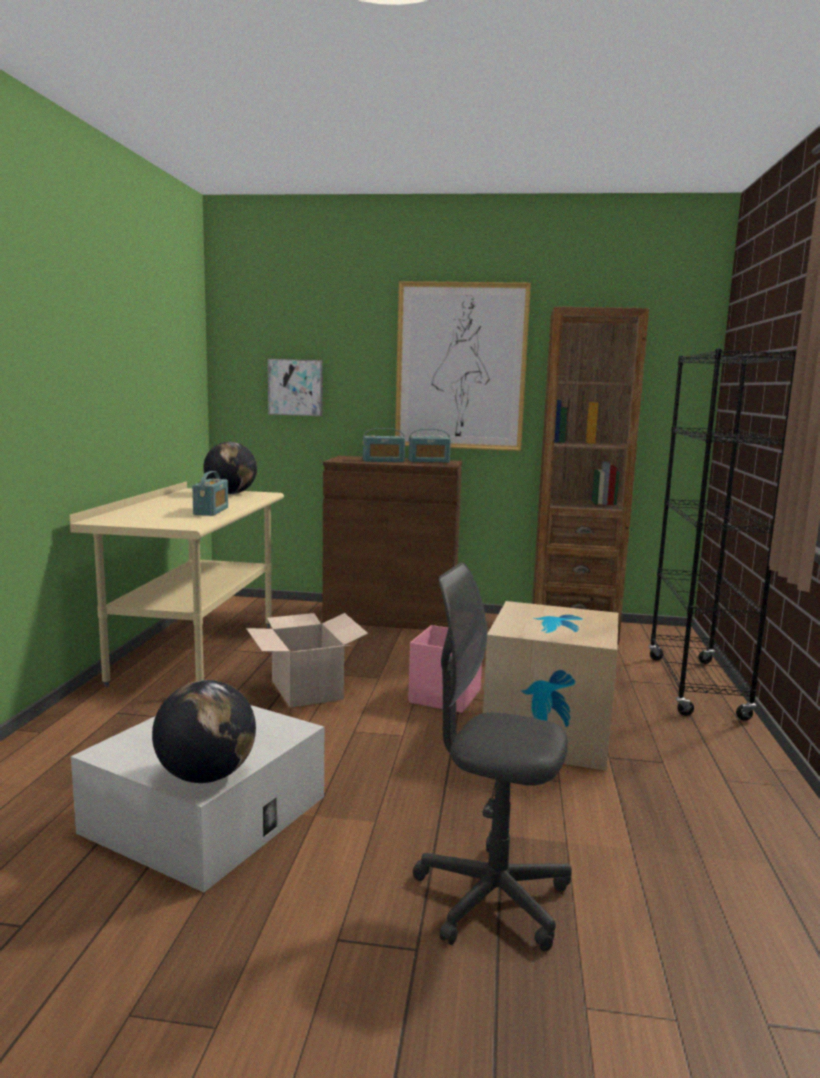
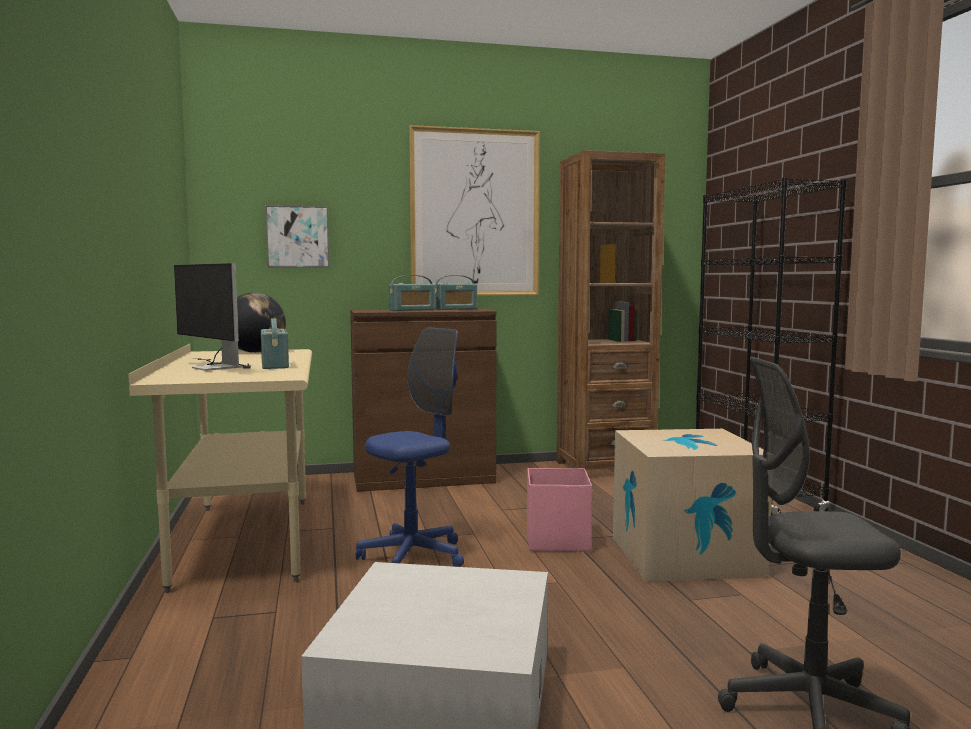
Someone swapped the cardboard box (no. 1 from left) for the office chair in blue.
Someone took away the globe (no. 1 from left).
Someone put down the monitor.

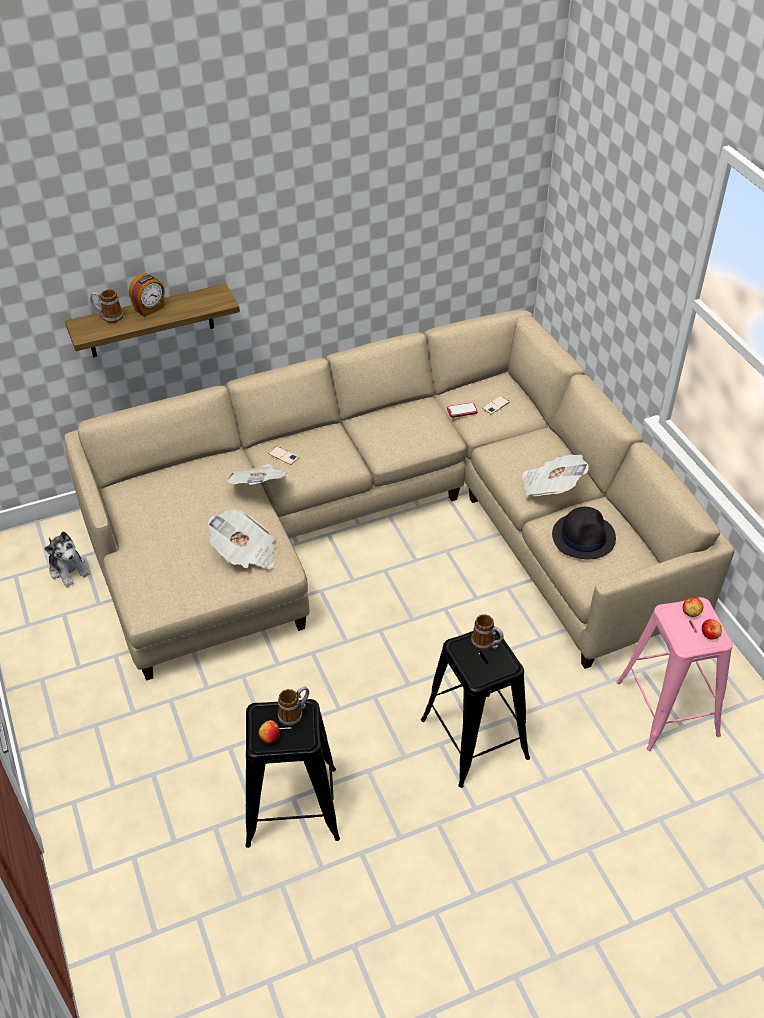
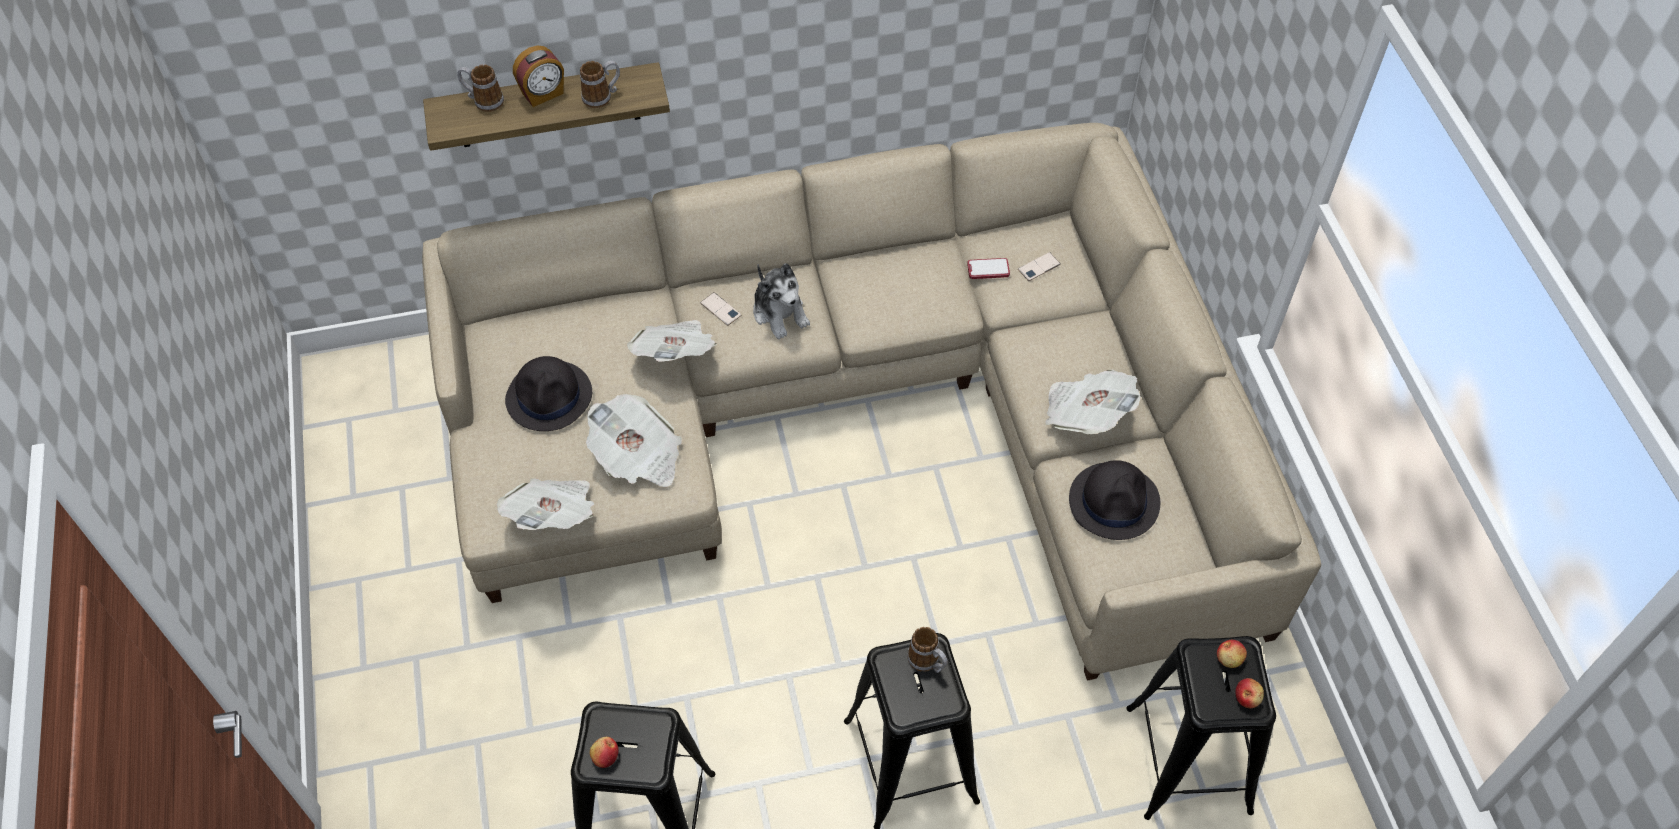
Someone carried the plush toy.
Someone repainted the stool in pink, which became the stool in black (no. 3 from left).
Someone carried the mug (no. 2 from left).
Someone put down the hat in black (no. 1 from left).
Someone put down the newspaper (no. 1 from left).

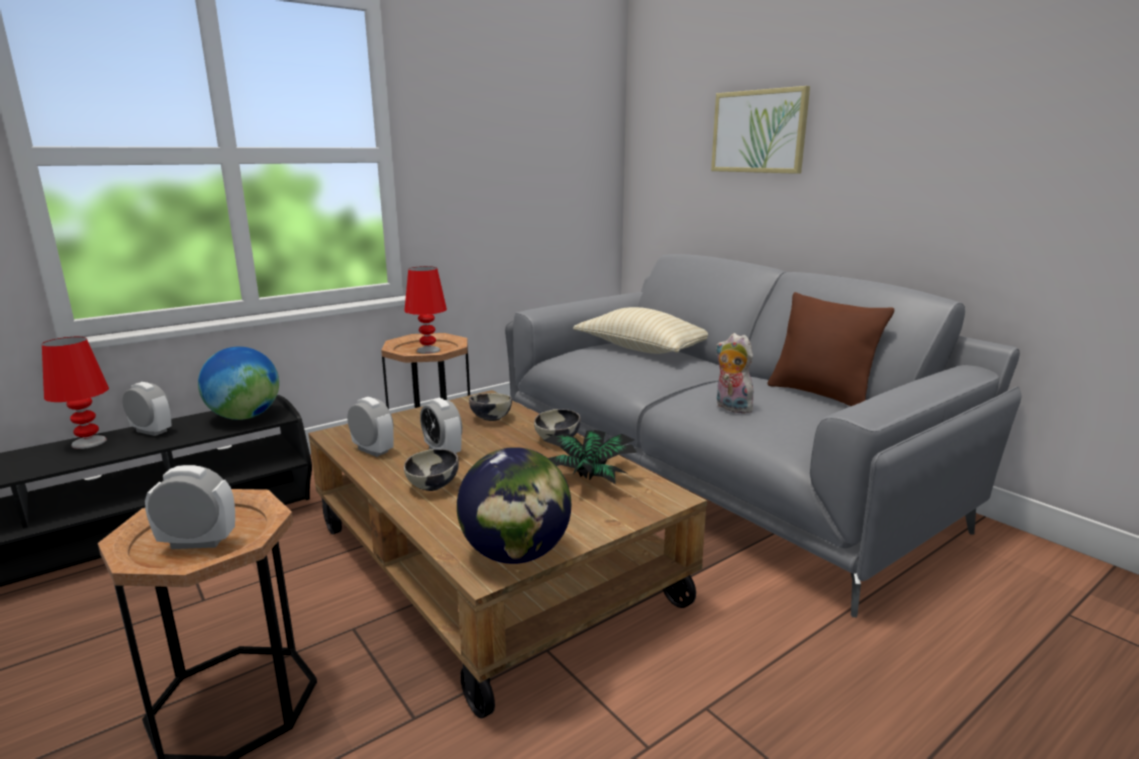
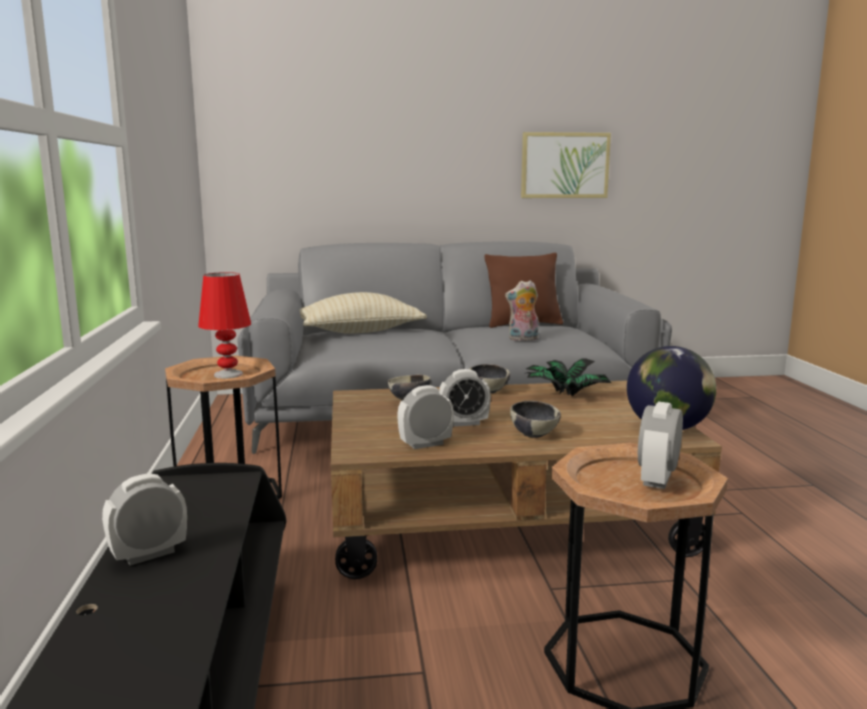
Someone carried the picture.
Someone took away the table lamp in red (no. 1 from left).
Someone took away the globe (no. 1 from left).

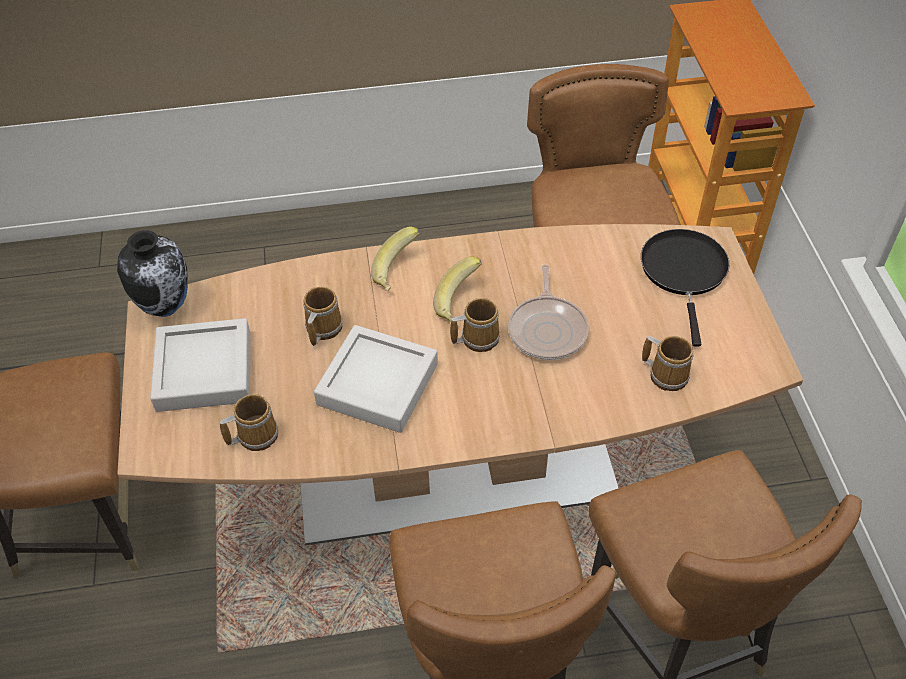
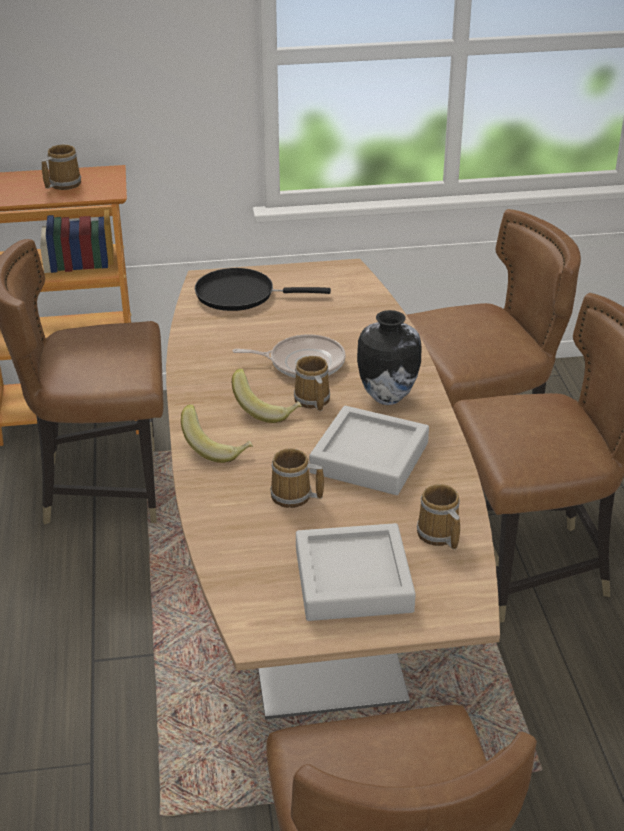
Someone carried the vase.
Someone carried the mug (no. 4 from left in the first image).

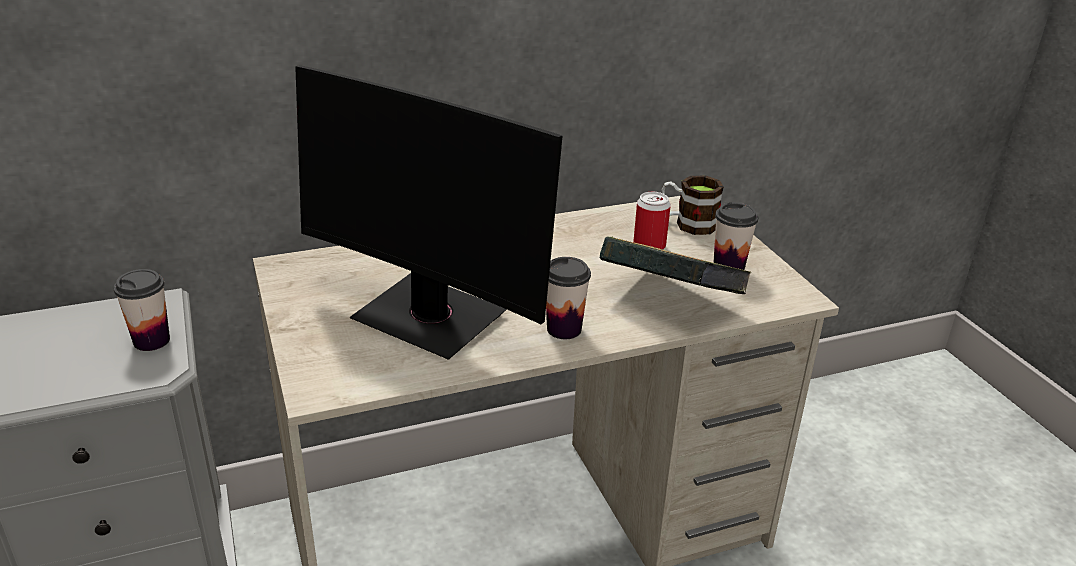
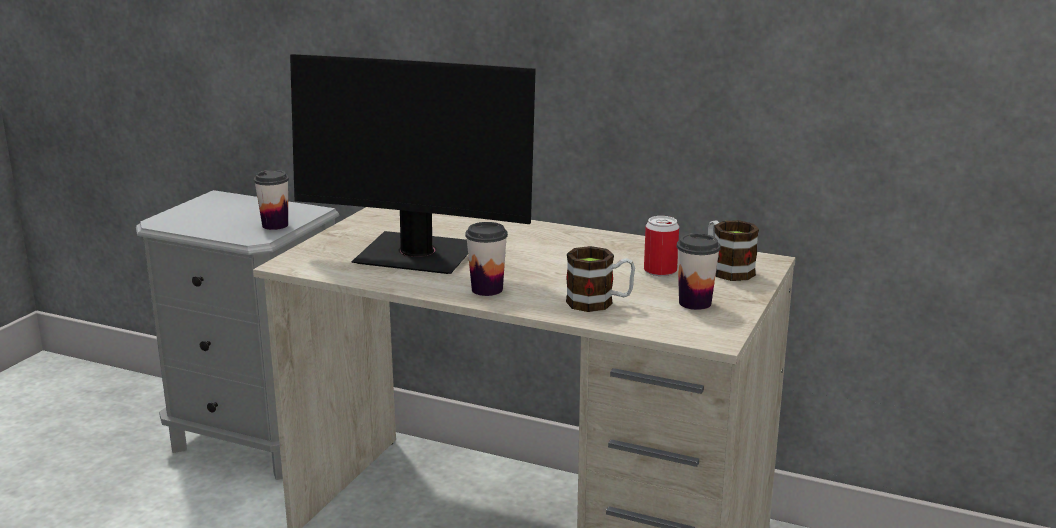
Someone rotated the monitor by 60 degrees counterclockwise.
Someone swapped the book for the mug (no. 1 from left).

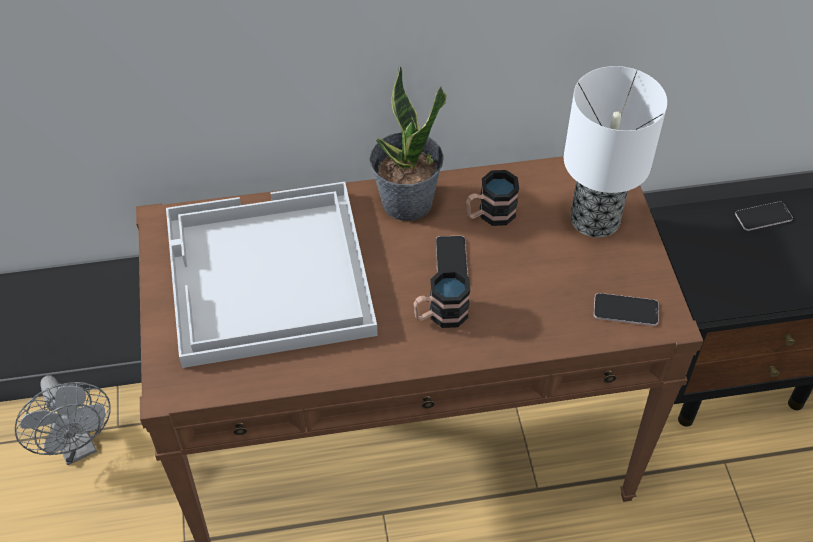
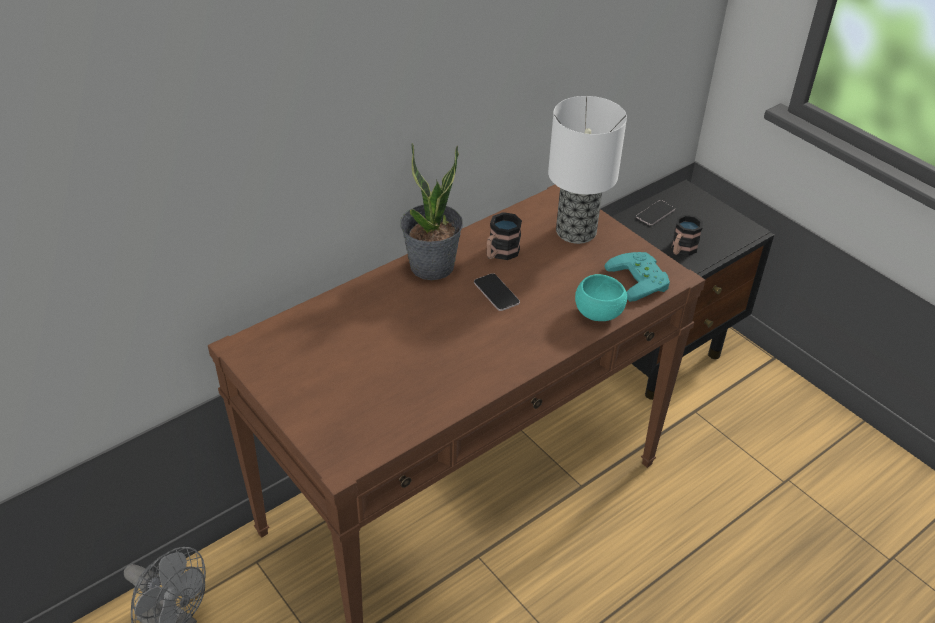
Someone took away the tray in white.
Someone carried the mug (no. 1 from left in the first image).
Someone swapped the phone (no. 2 from left) for the game controller in turquoise.
Someone put down the bowl in turquoise.

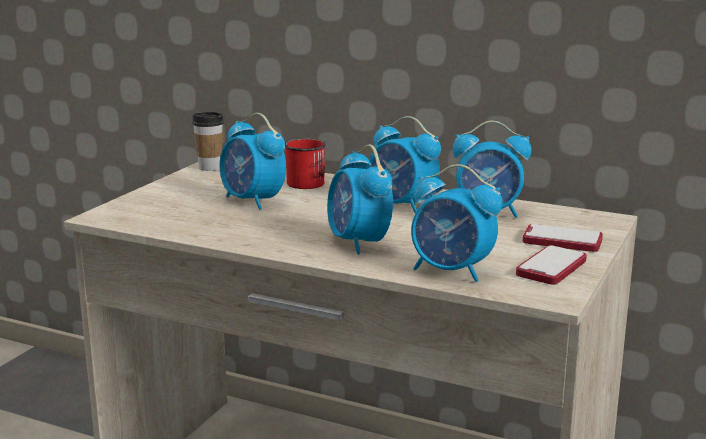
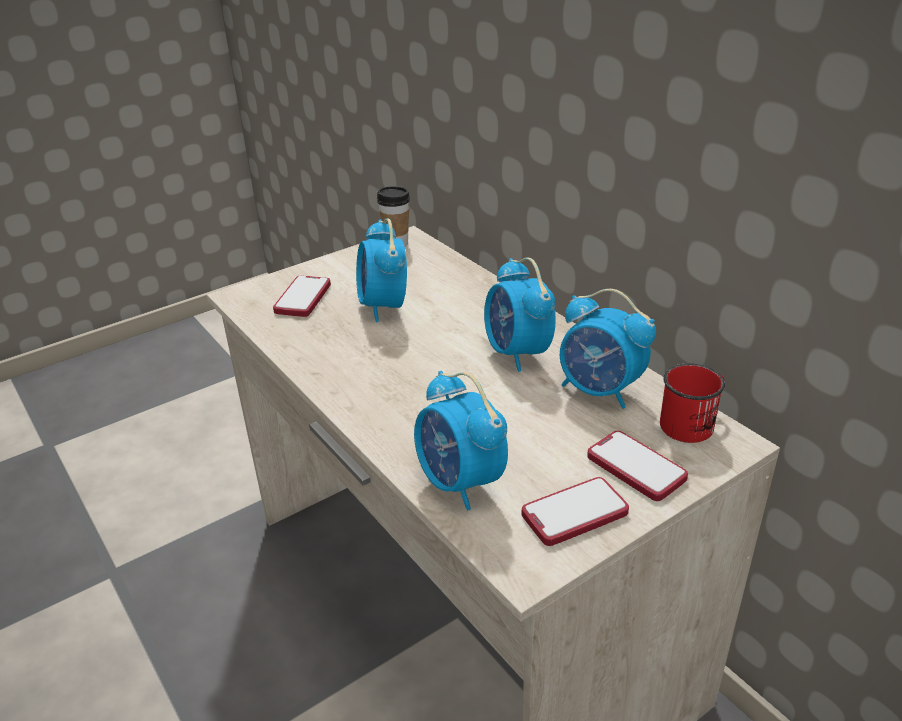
Someone carried the mug in red.
Someone took away the alarm clock (no. 2 from left).
Someone put down the phone (no. 1 from left).

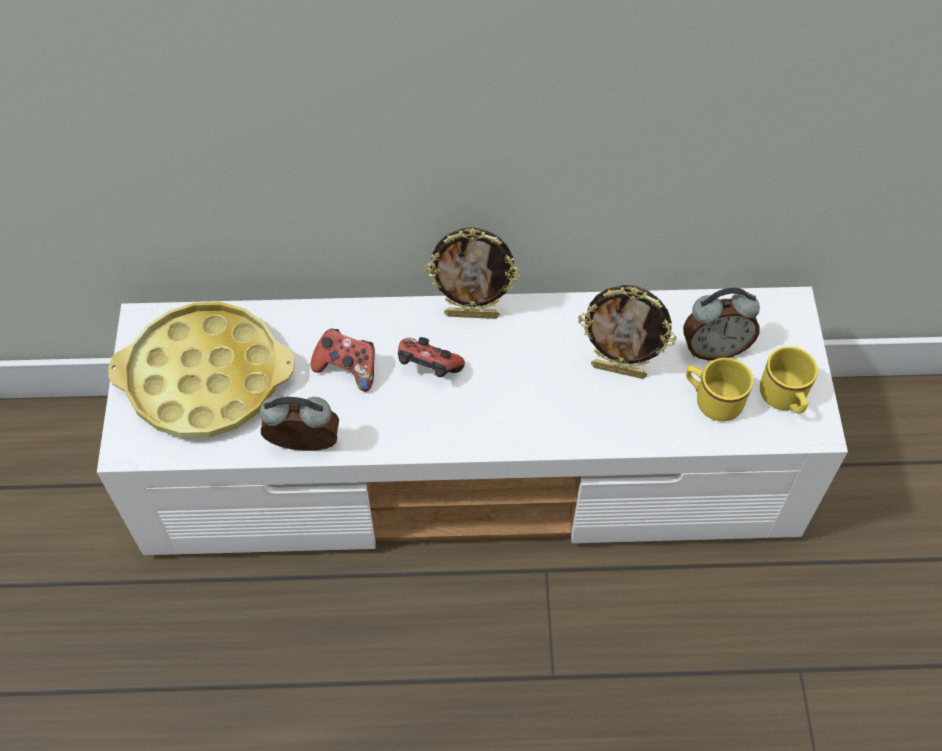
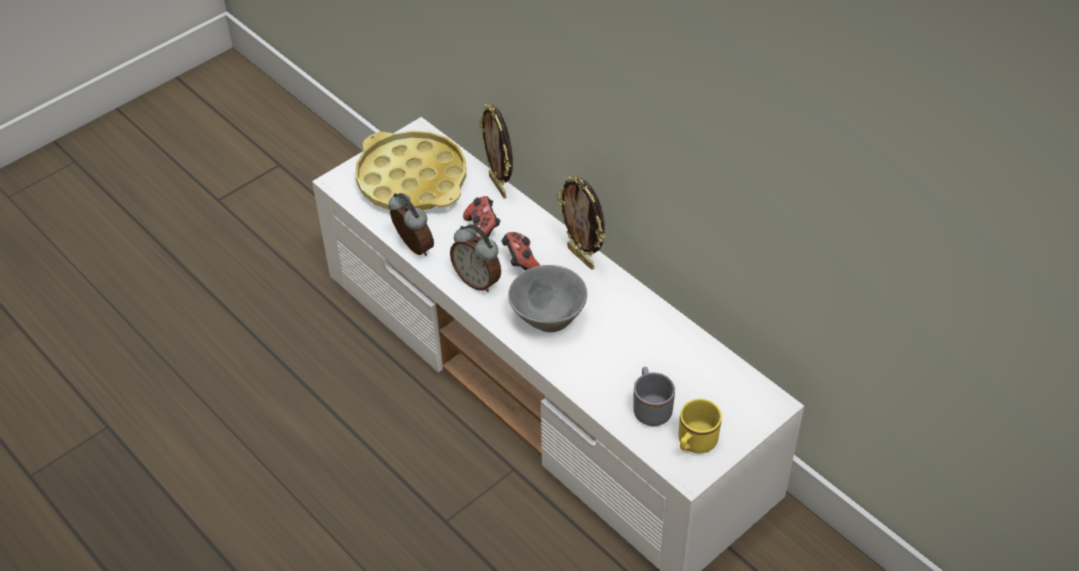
Someone carried the picture frame (no. 2 from left in the first image).
Someone carried the alarm clock (no. 2 from left).
Someone repainted the mug in yellow (no. 1 from left), which became the mug in grey.
Someone put down the bowl in grey.

